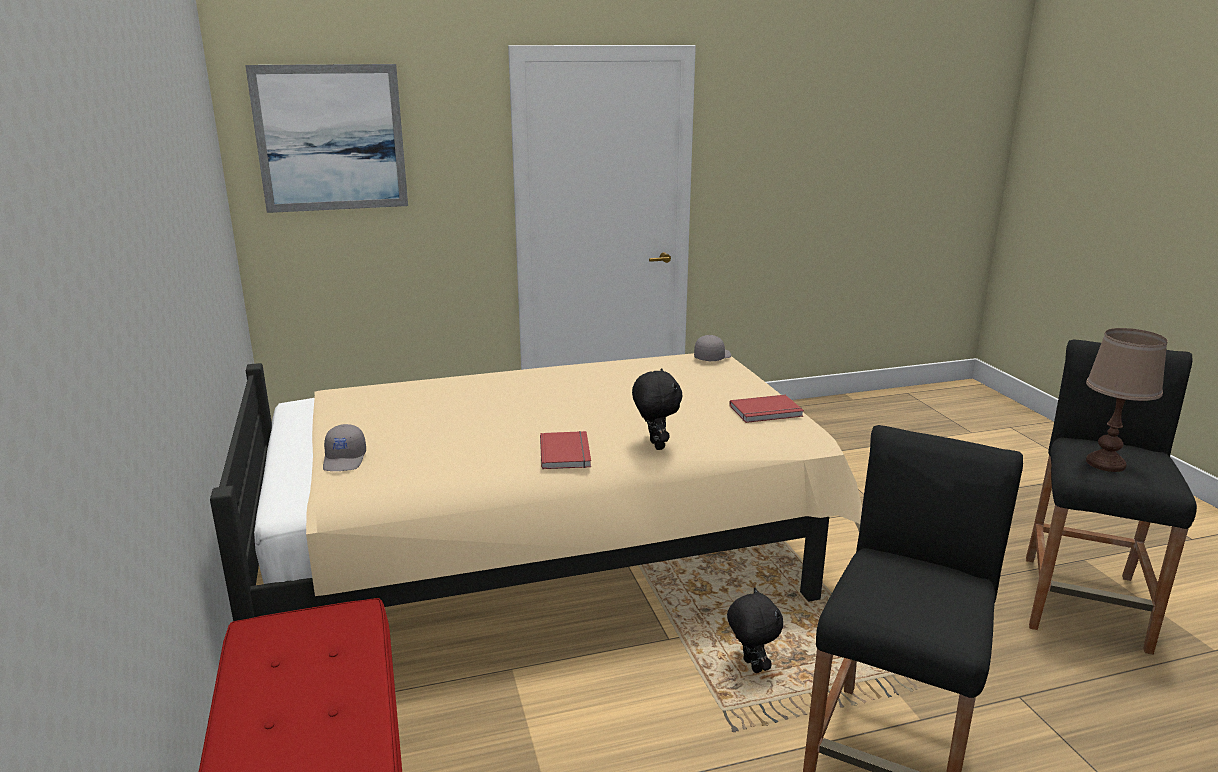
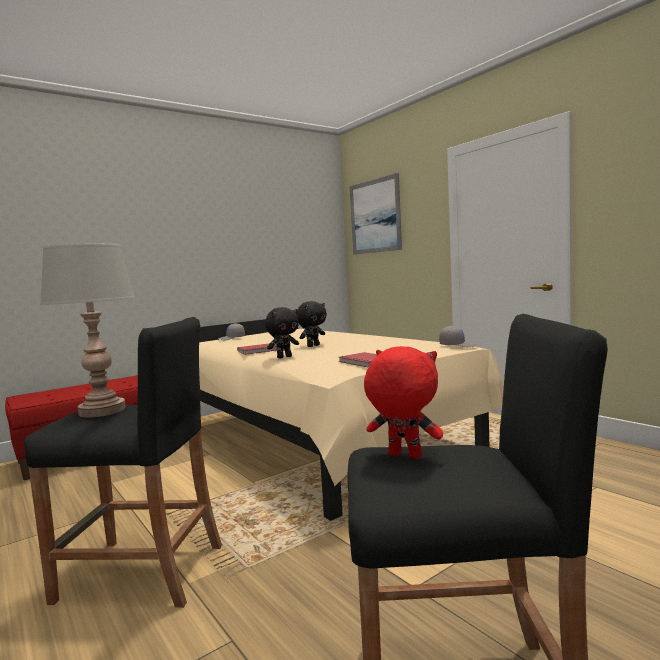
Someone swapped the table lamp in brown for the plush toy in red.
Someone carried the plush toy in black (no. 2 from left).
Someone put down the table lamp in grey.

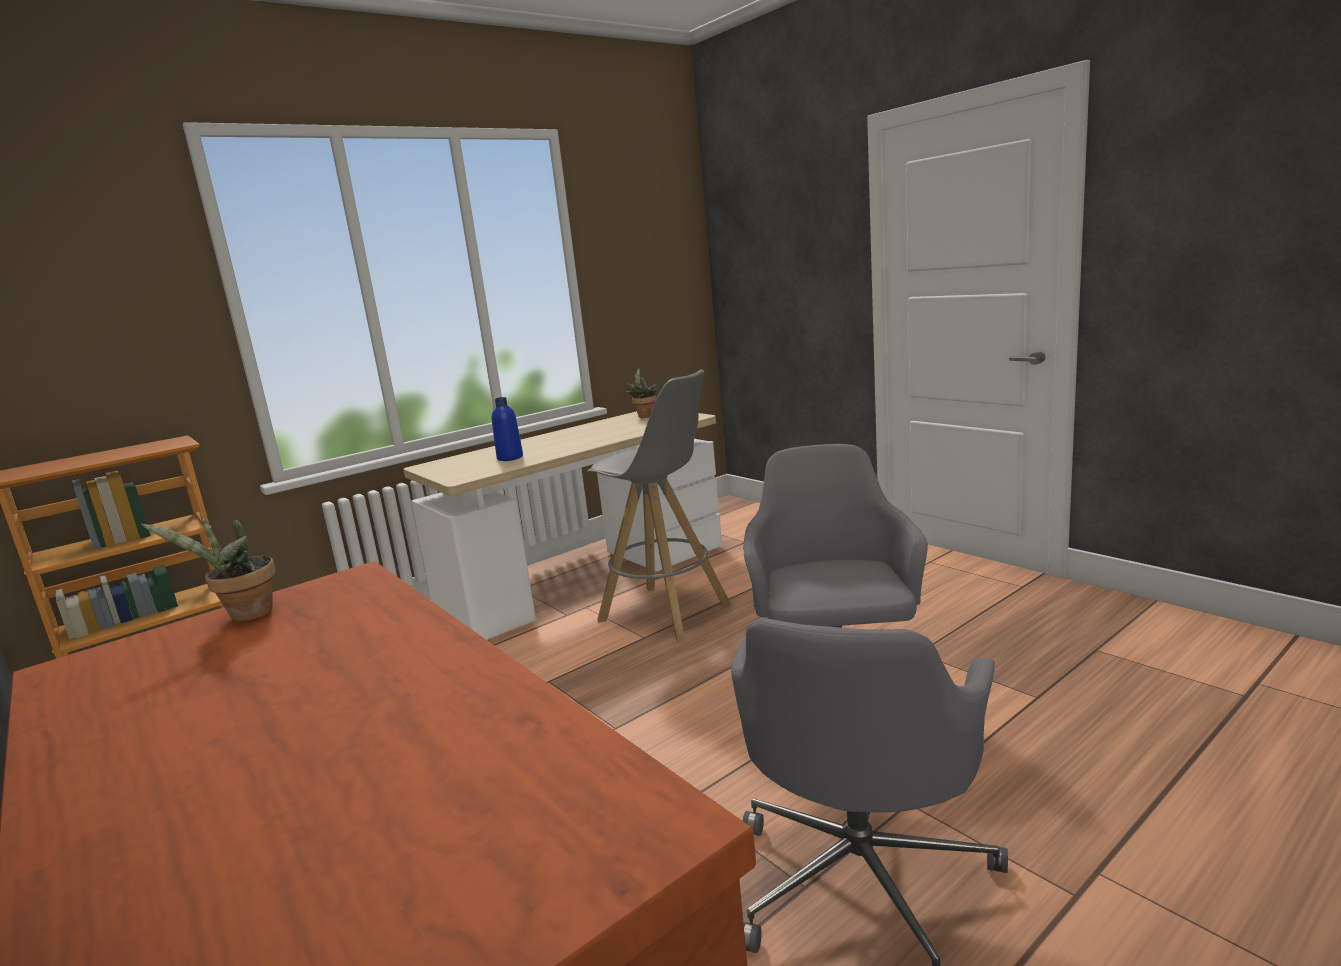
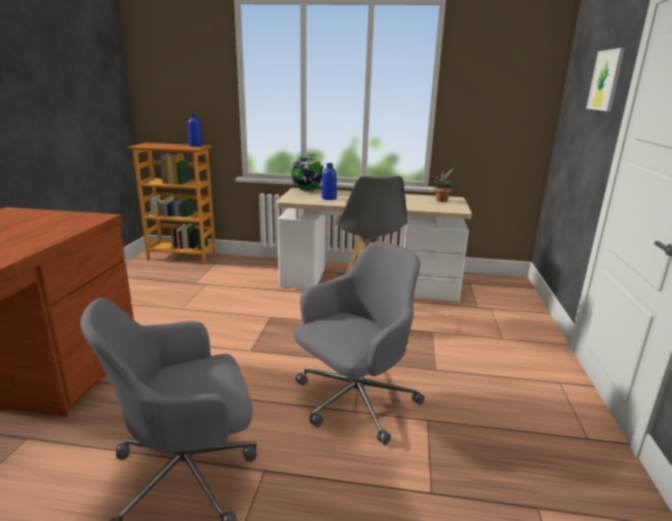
Someone took away the potted plant (no. 1 from left).
Someone put up the picture.
Someone put down the bottle in blue (no. 1 from left).
Someone put down the globe.

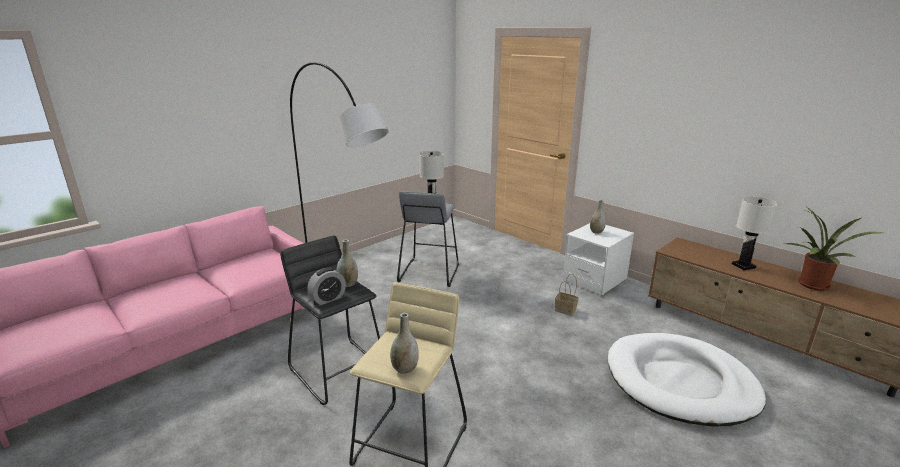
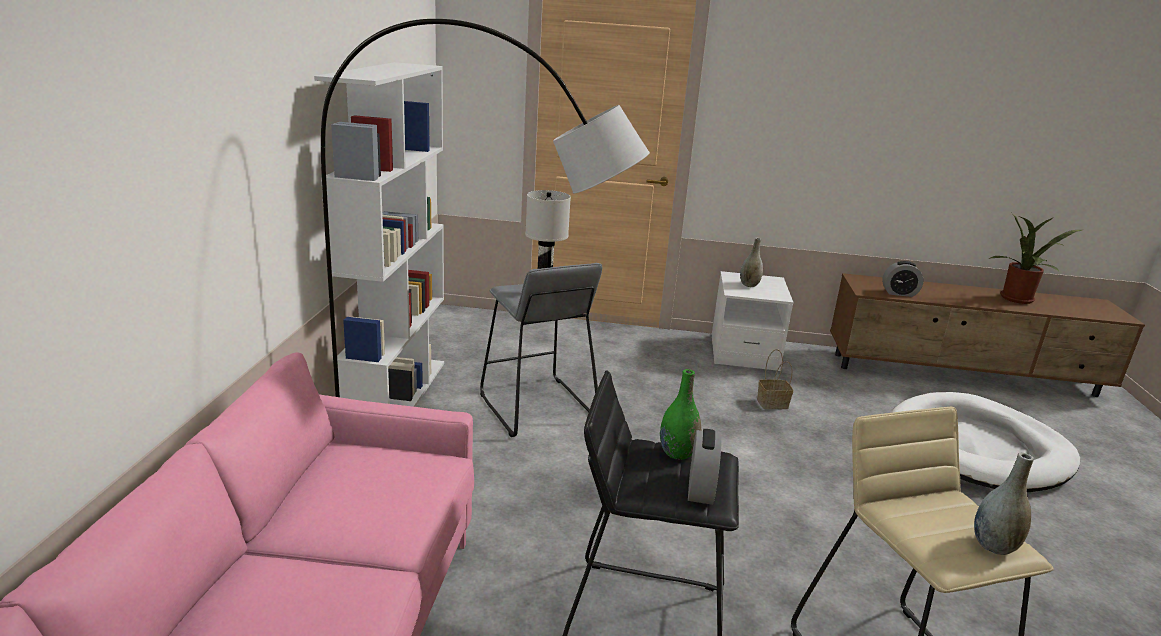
Someone took away the table lamp in white (no. 2 from left).
Someone repainted the vase in grey (no. 1 from left), which became the vase in green.
Someone put down the bookcase in white.
Someone put down the alarm clock (no. 2 from left).

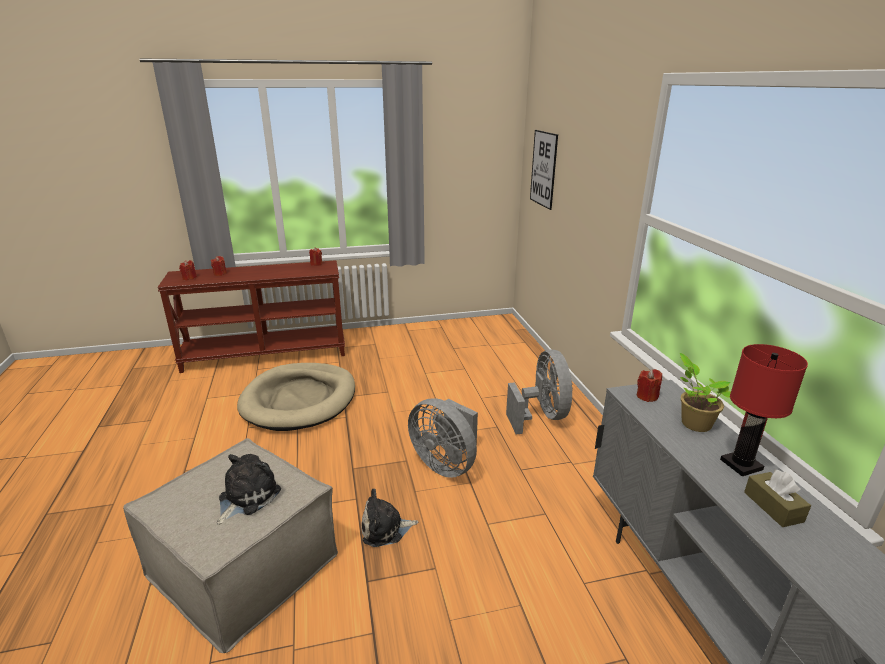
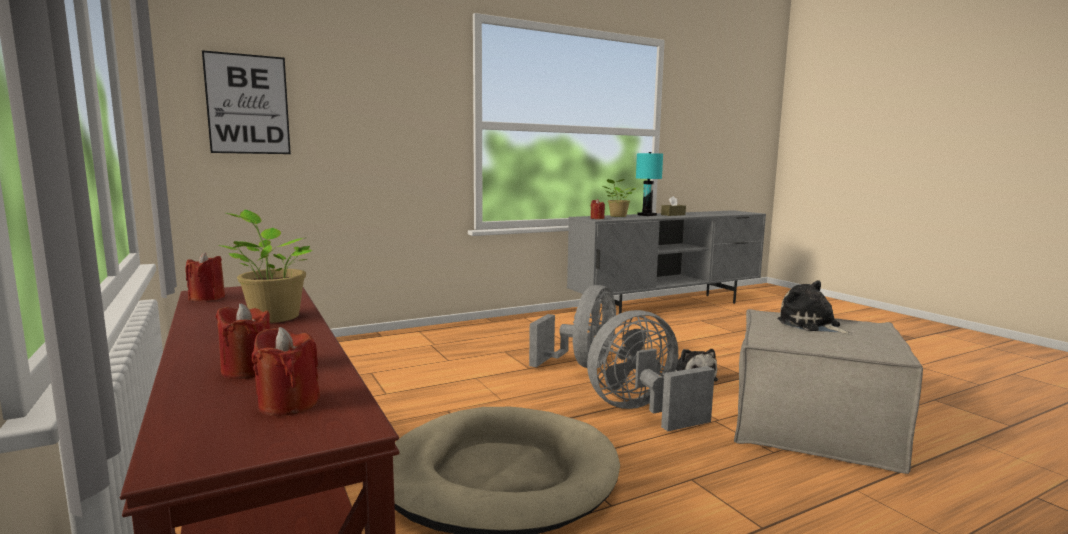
Someone repainted the table lamp in red, which became the table lamp in turquoise.
Someone carried the fan in grey (no. 2 from left).
Someone rotated the plush toy (no. 1 from left in the first image) by 45 degrees clockwise.
Someone put down the potted plant (no. 1 from left).

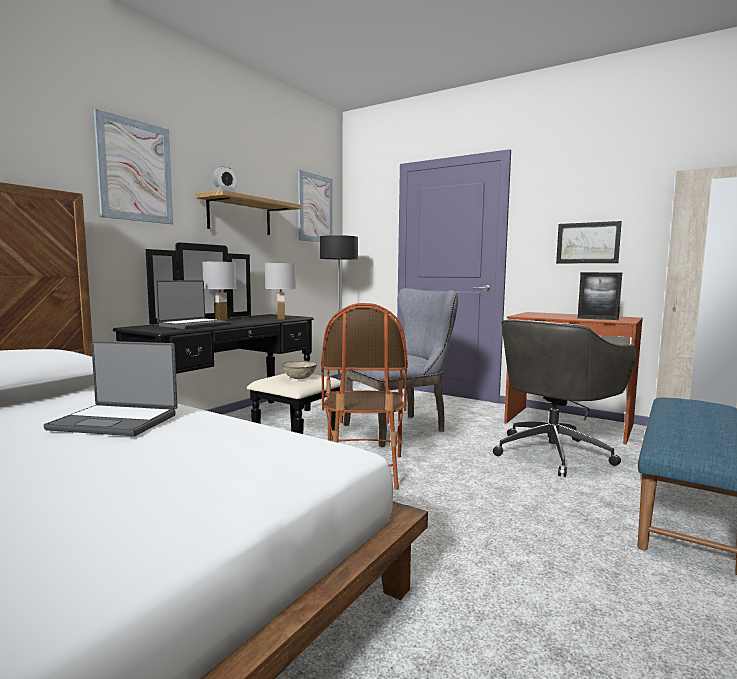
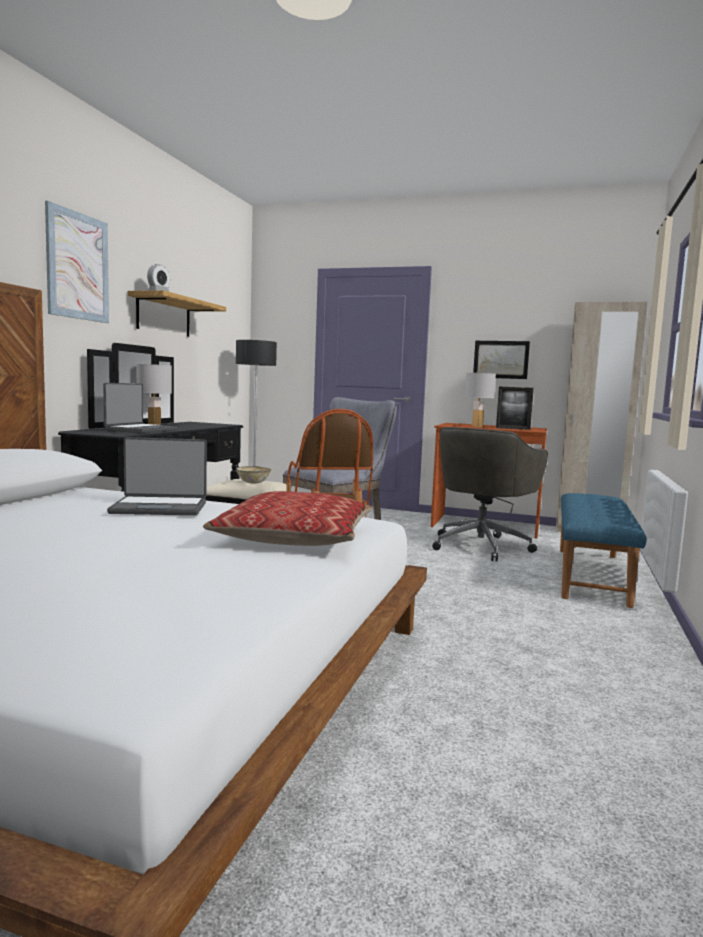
Someone took away the picture (no. 2 from left).
Someone carried the table lamp in white (no. 2 from left).
Someone put down the pillow.

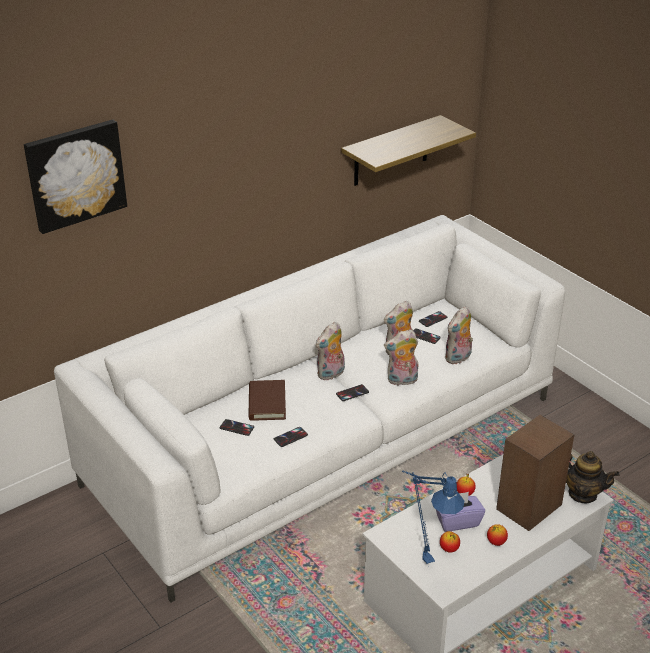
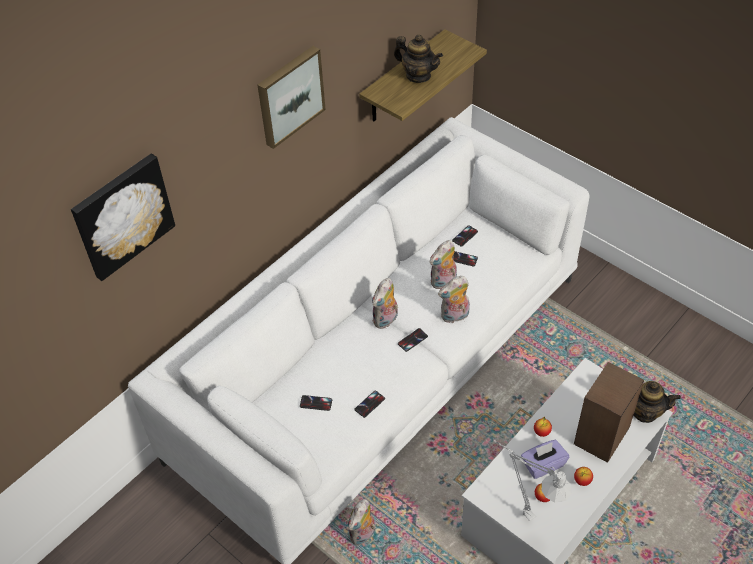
Someone carried the plush toy (no. 4 from left in the first image).
Someone took away the book in brown.
Someone repainted the table lamp in blue, which became the table lamp in grey.
Someone put down the teapot (no. 1 from left).
Someone put up the picture (no. 2 from left).

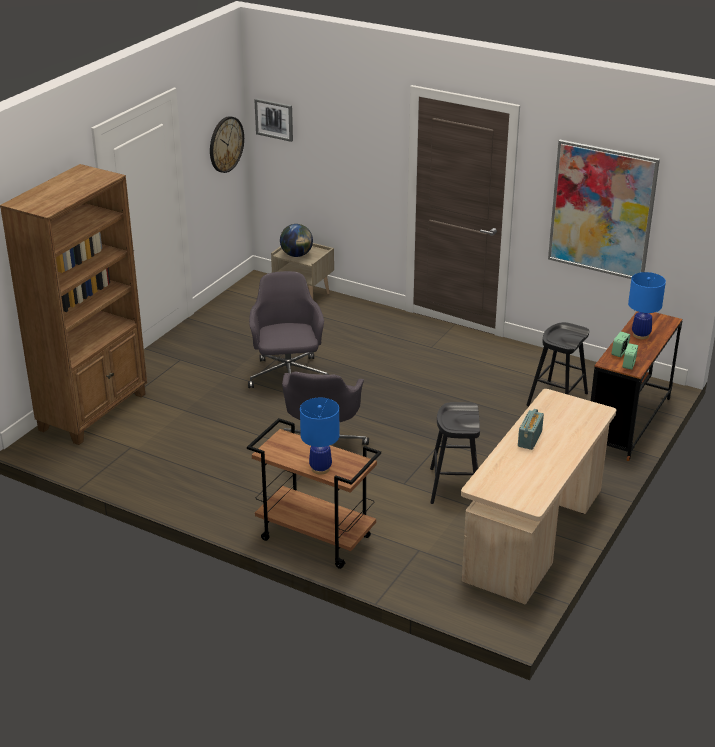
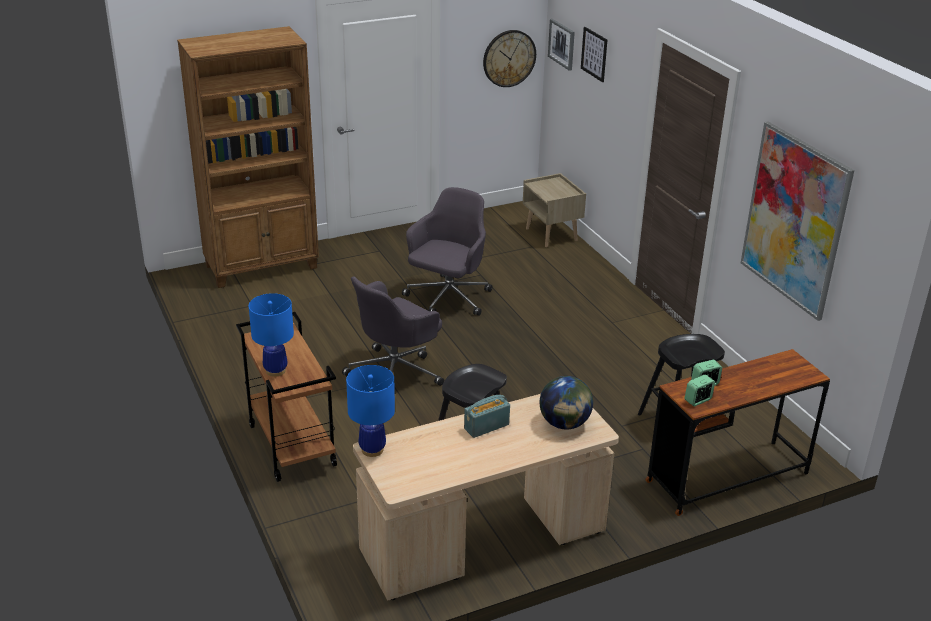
Someone carried the globe.
Someone carried the table lamp in blue (no. 2 from left).
Someone put up the picture (no. 2 from left).

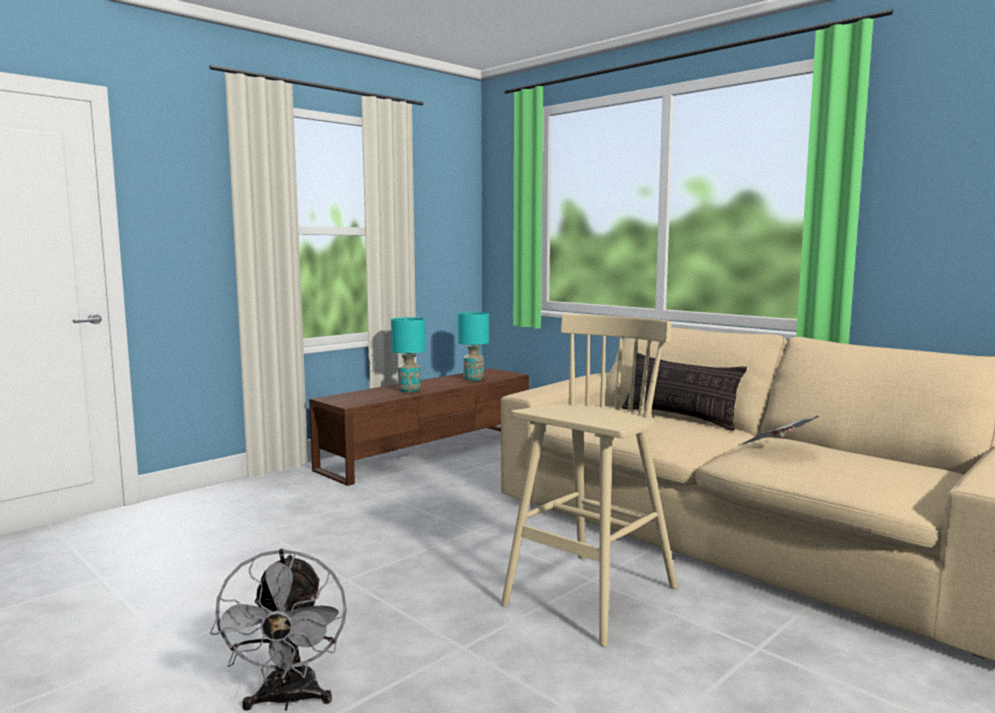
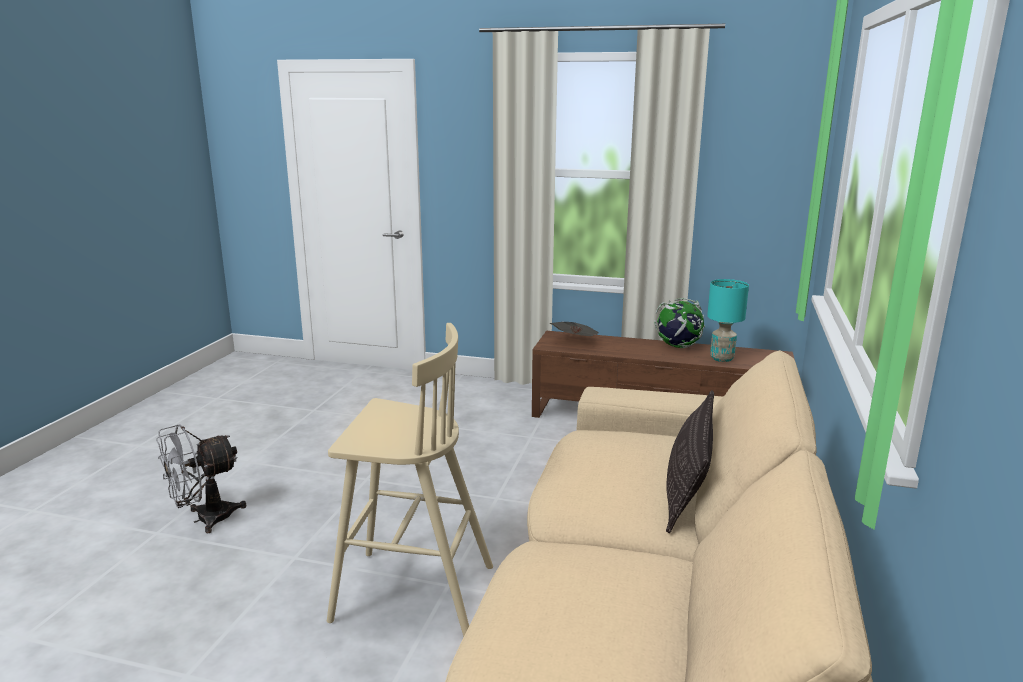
Someone took away the table lamp in turquoise (no. 1 from left).
Someone carried the newspaper.
Someone put down the globe.

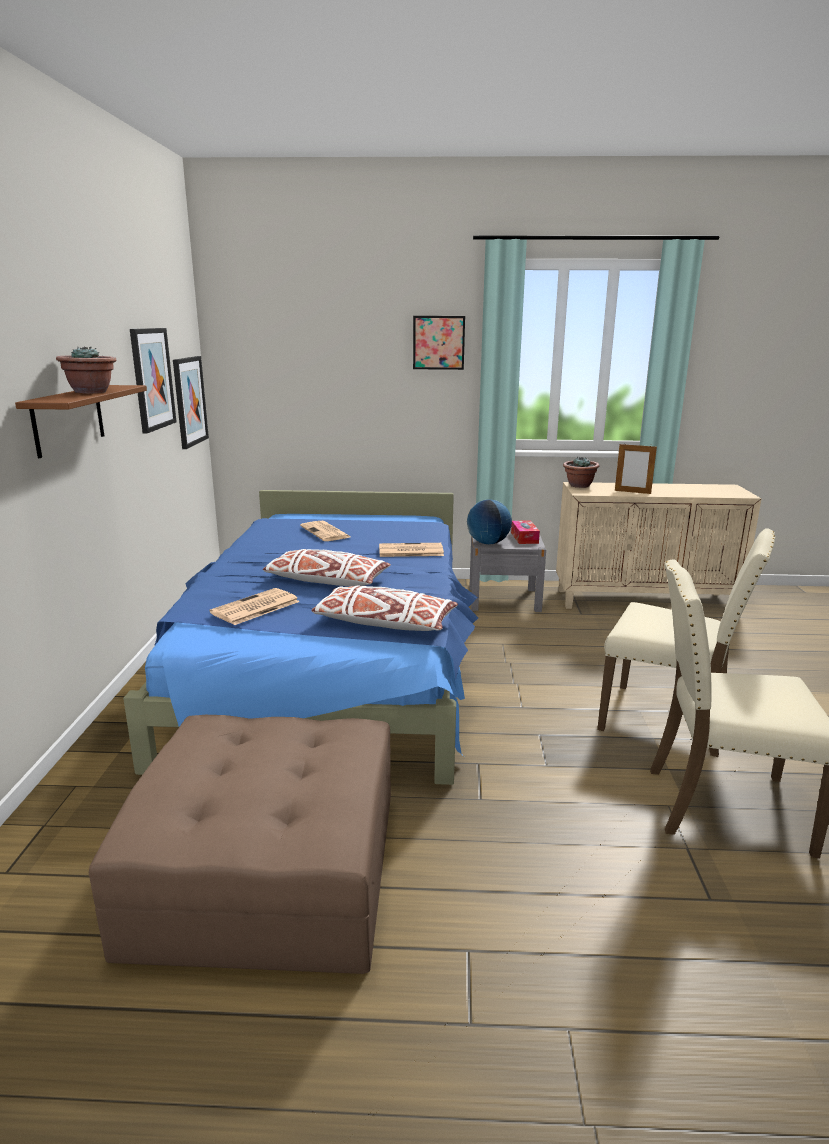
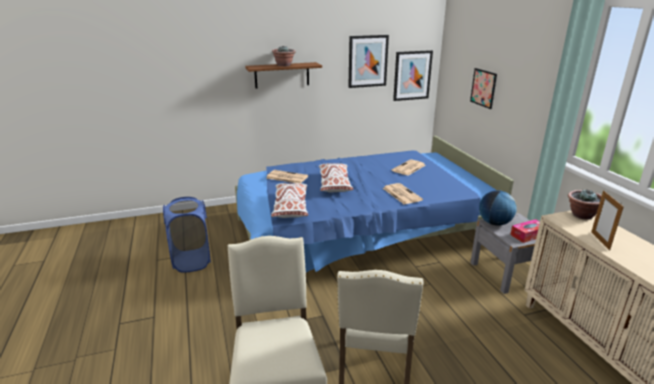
Someone carried the picture (no. 3 from left).
Someone swapped the ottoman in brown for the laundry basket in blue.

